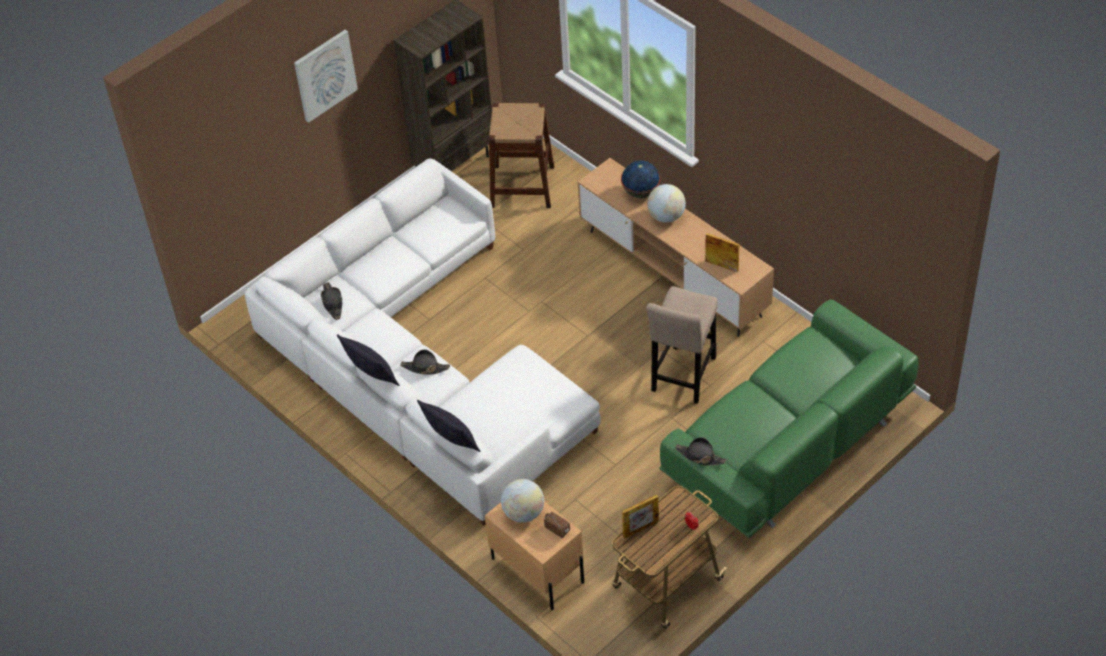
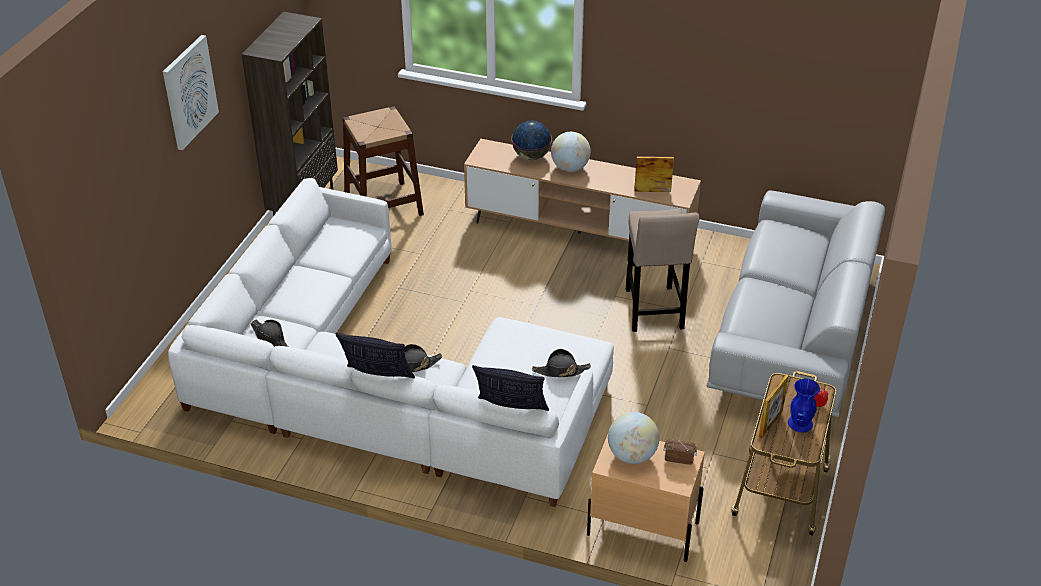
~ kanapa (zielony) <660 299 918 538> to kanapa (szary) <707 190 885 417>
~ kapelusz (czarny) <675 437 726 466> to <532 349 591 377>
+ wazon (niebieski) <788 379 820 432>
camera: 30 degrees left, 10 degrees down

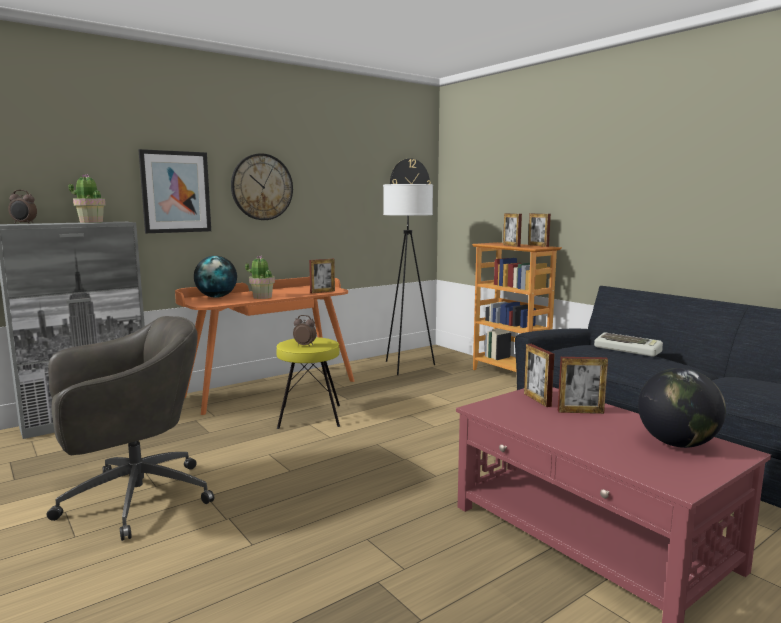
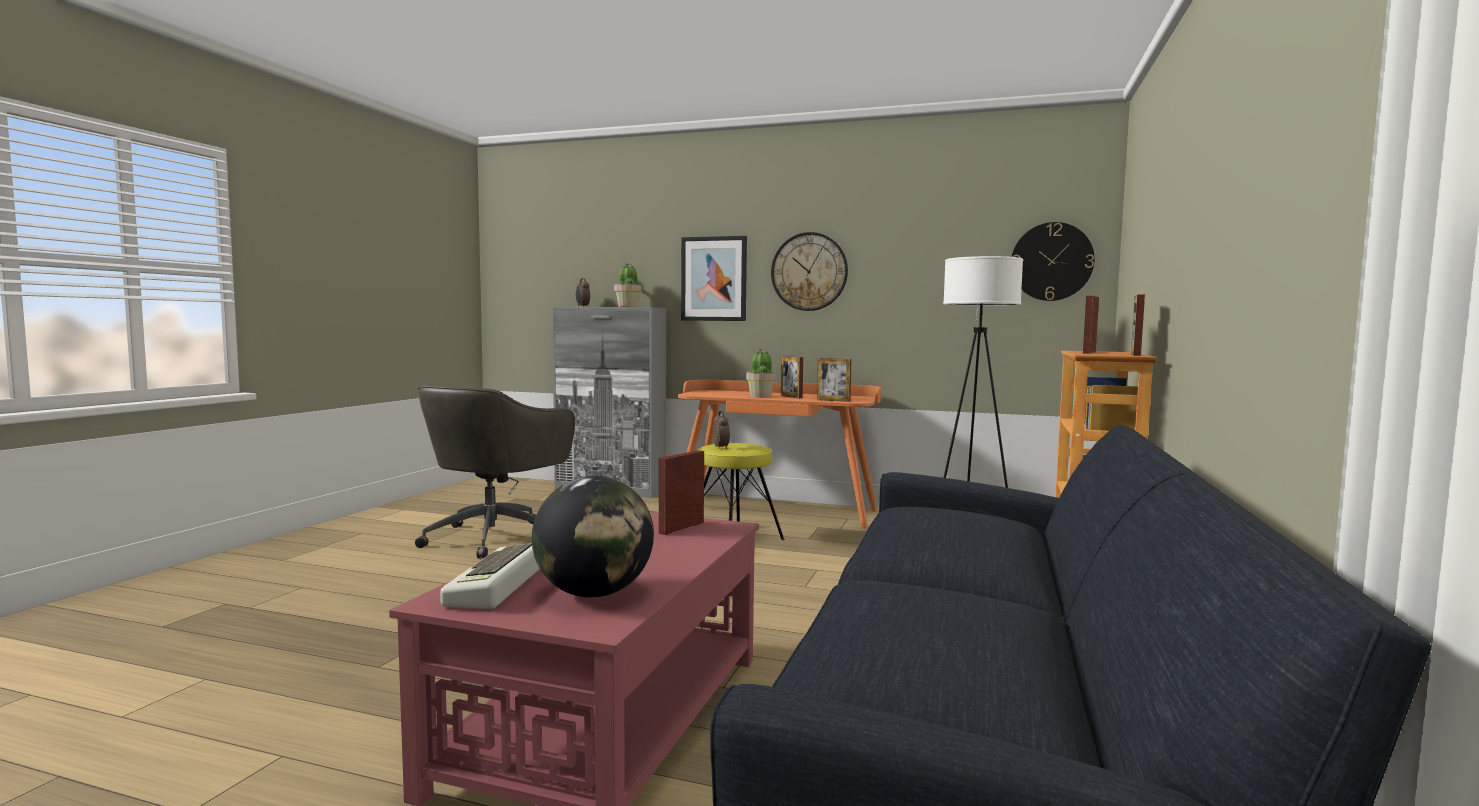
~ krzesło biurowe (szary) <47 316 214 541> = <415 385 575 559> 90 degrees clockwise
- globus <194 256 237 298>
~ ramka na zdjęcie <558 357 608 414> to <781 356 803 399>
~ klawiatura <594 332 663 357> to <440 543 540 609>
camera: 55 degrees right, 5 degrees down

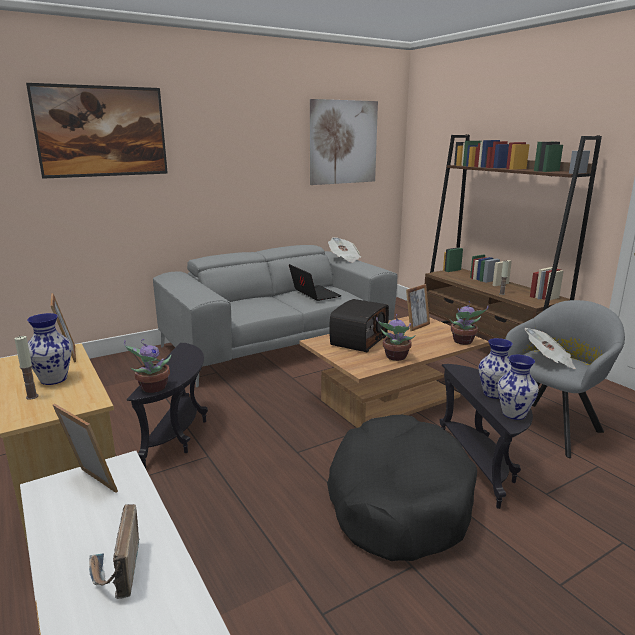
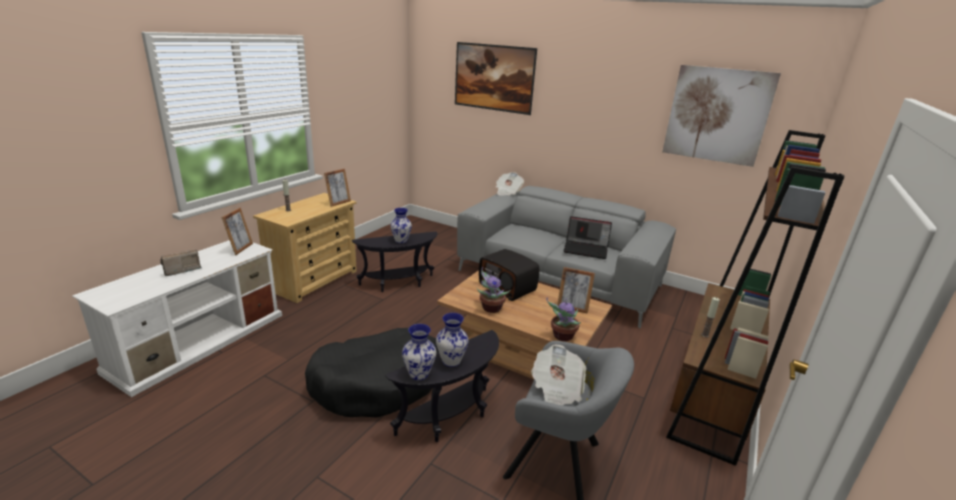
~ wazon <27 313 72 385> to <390 208 412 243>
- roślina doniczkowa <124 339 171 393>
~ laptop <289 264 341 301> = <563 216 612 259> 75 degrees clockwise
~ gazeta <328 237 361 262> to <496 172 524 196>
~ radio <329 299 389 352> = <479 249 539 301> 45 degrees clockwise
camera: 60 degrees right, 5 degrees up

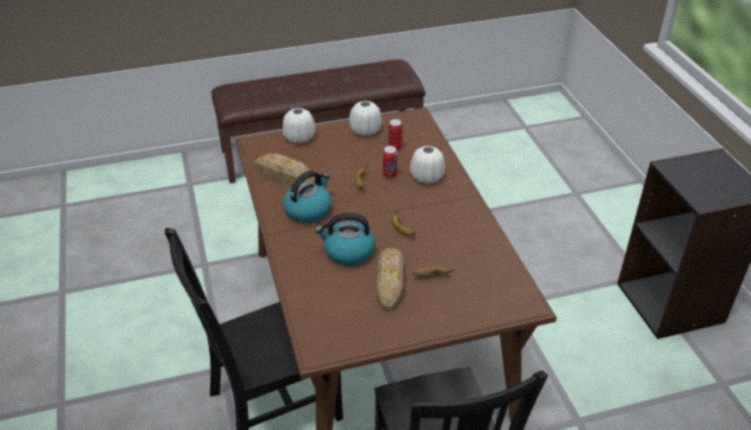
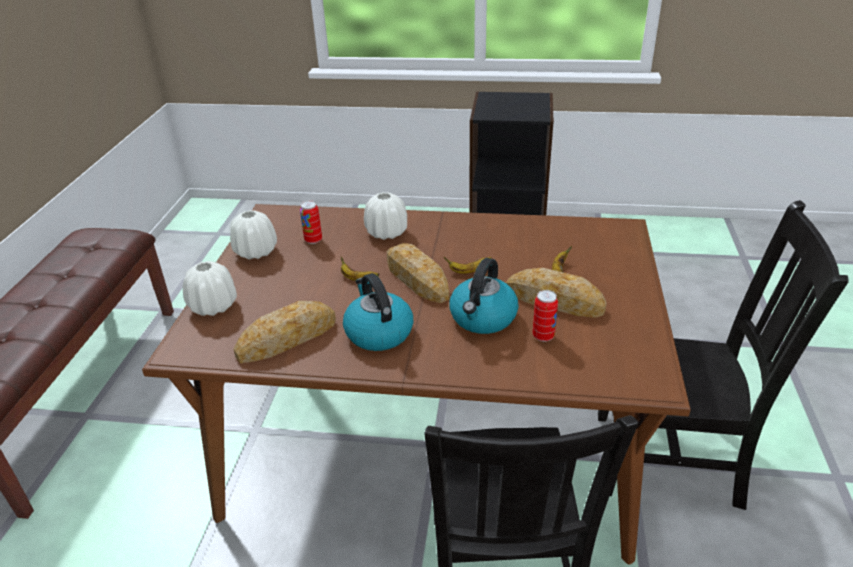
~ puszka <383 146 397 179> to <533 290 558 342>
+ chleb <387 243 449 303>
camera: 65 degrees left, 5 degrees down

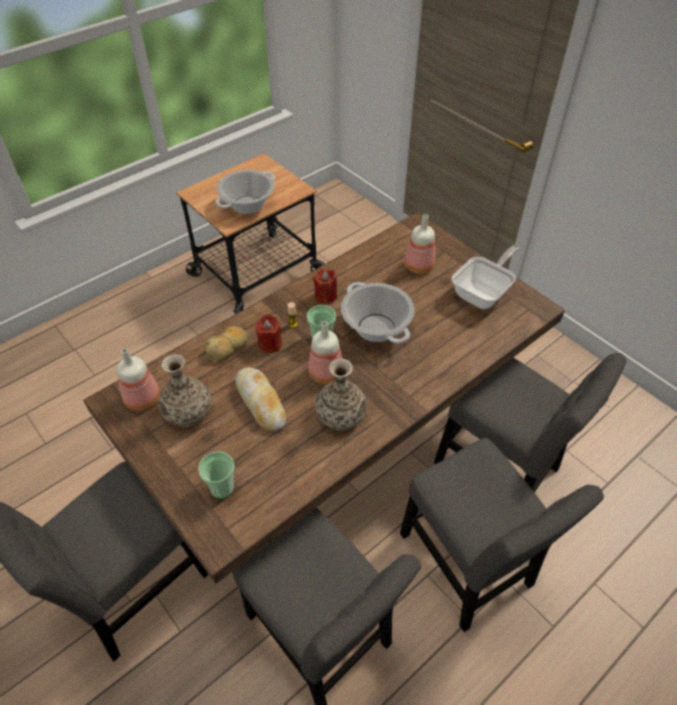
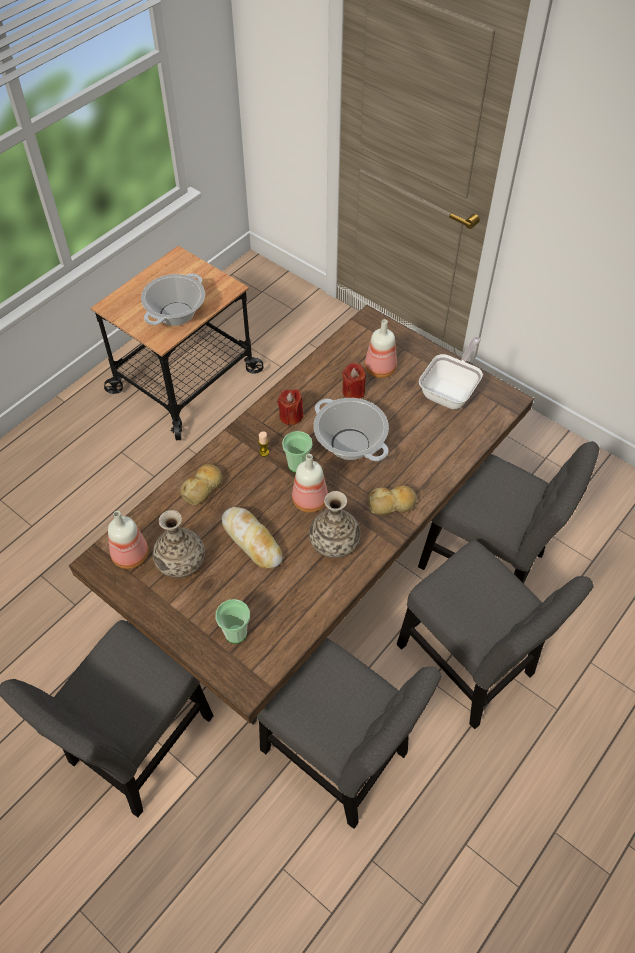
~ świeca (czerwony) <255 314 282 353> to <342 363 366 398>
+ chleb <368 485 417 515>
camera: 10 degrees left, 5 degrees up

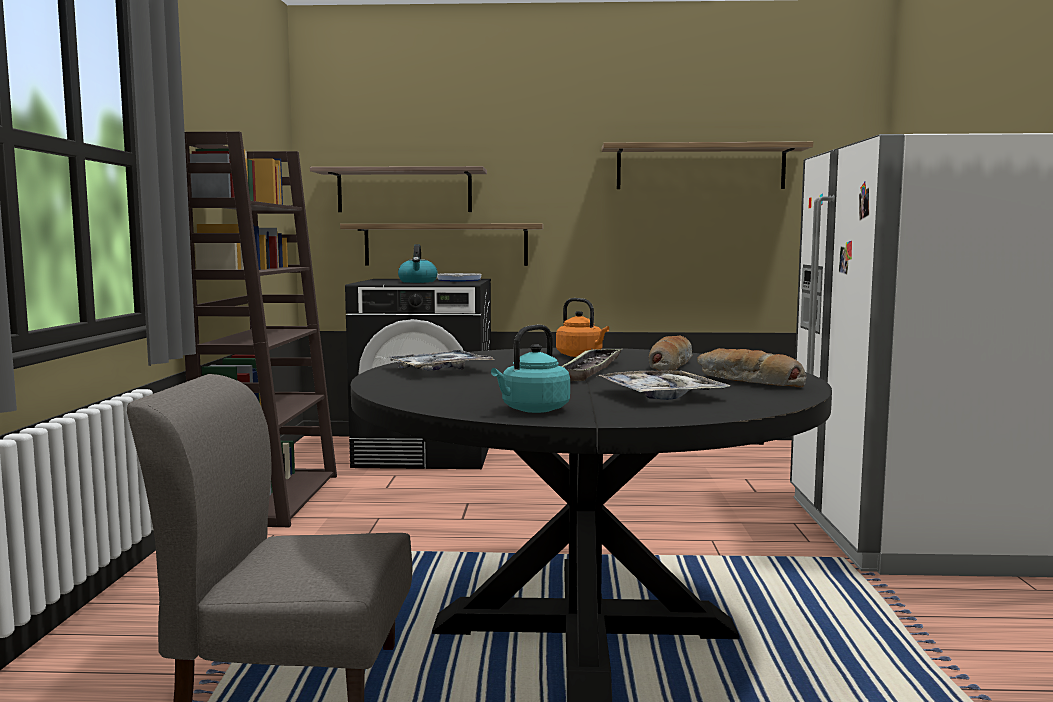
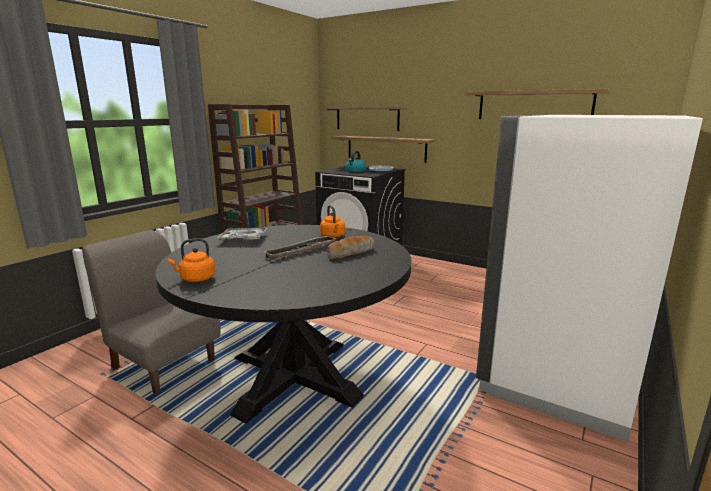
~ czajnik (turkusowy) <491 325 570 413> to czajnik (pomarańczowy) <168 238 215 282>
- taca <596 370 731 400>
- chleb <697 348 806 387>
camera: 30 degrees right, 10 degrees up

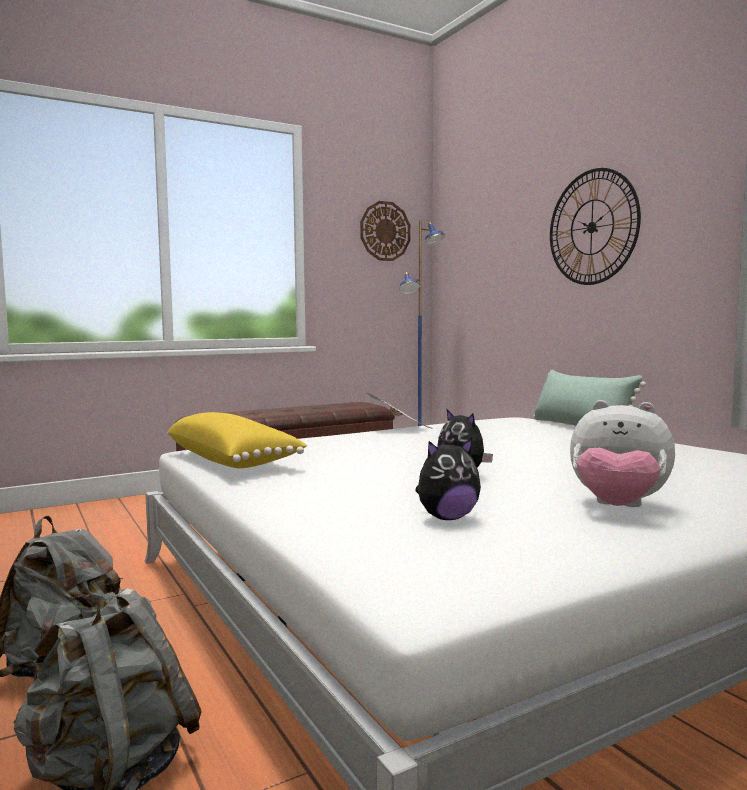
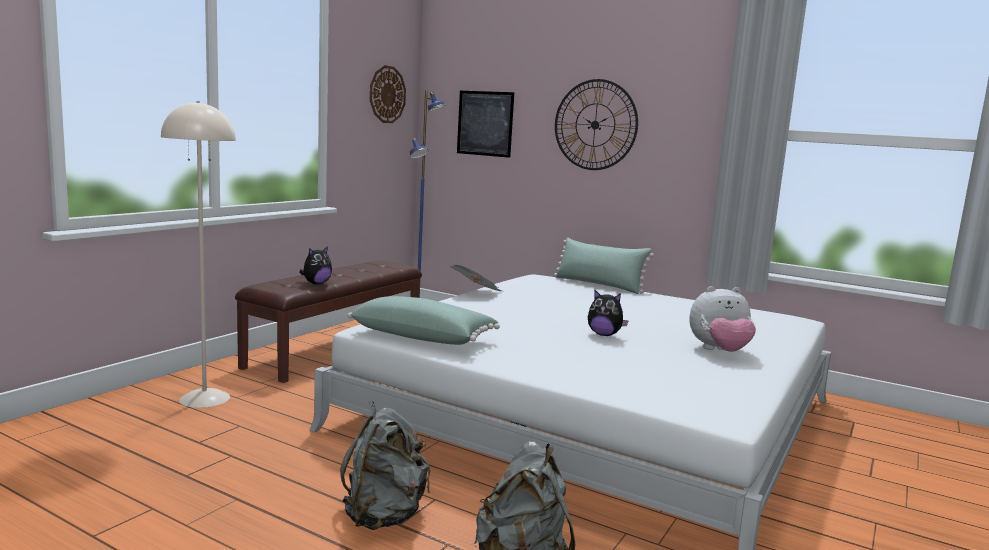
~ poduszka (żółty) <167 412 307 468> to poduszka (zielony) <347 296 500 345>
~ pluszak <415 438 481 520> to <299 246 332 284>
+ lampa stojąca (beżowy) <161 101 236 408>
+ obraz <457 91 514 158>
camera: 30 degrees left, 5 degrees up

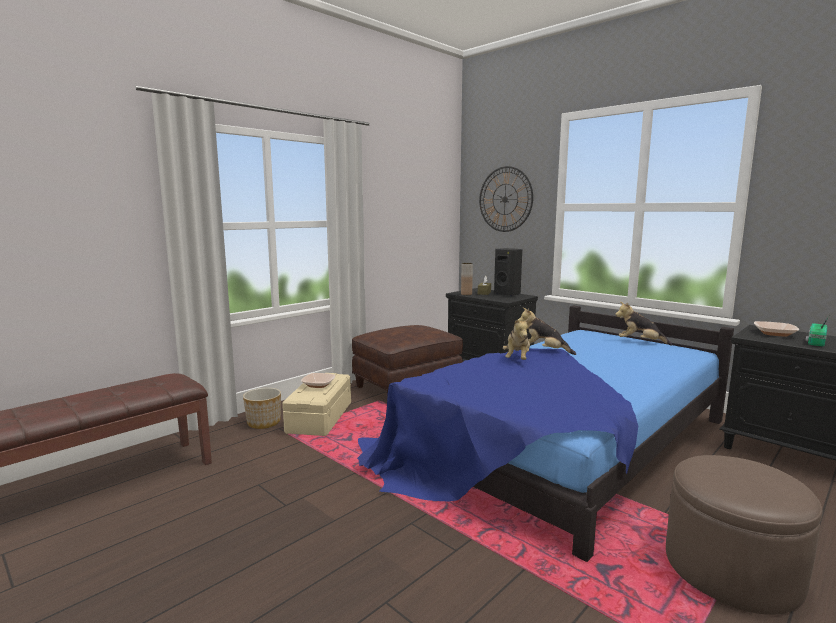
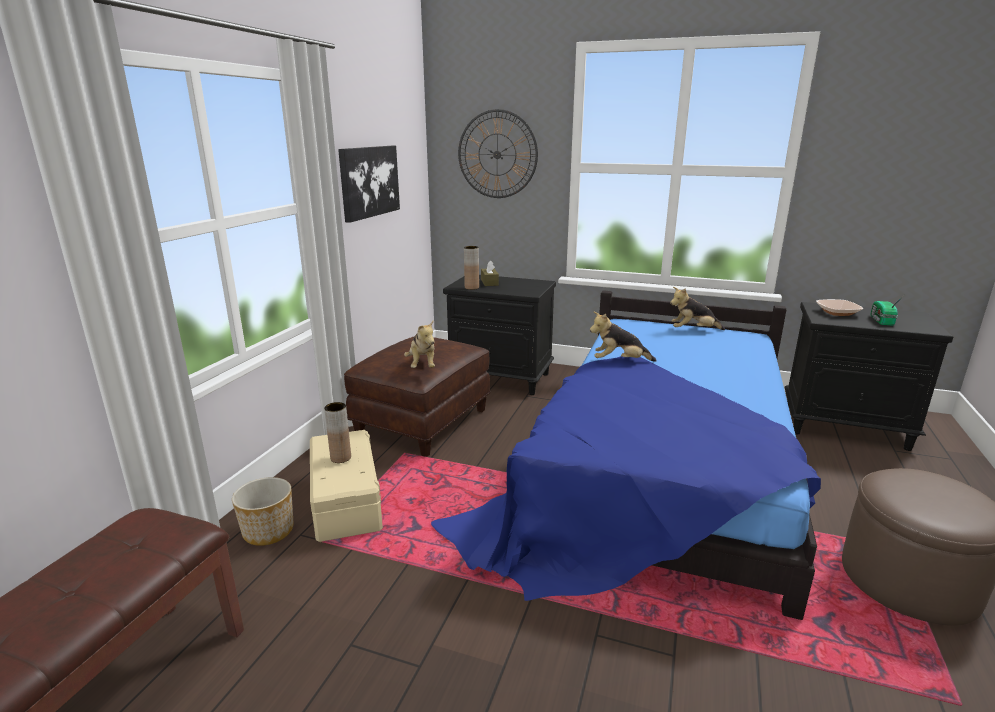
~ miska <301 373 335 388> to wazon (brązowy) <324 402 351 463>
- głośnik (czarny) <494 248 522 296>
~ pluszak <503 318 530 360> to <404 321 435 368>
+ obraz <338 145 400 223>
camera: 25 degrees left, 10 degrees up

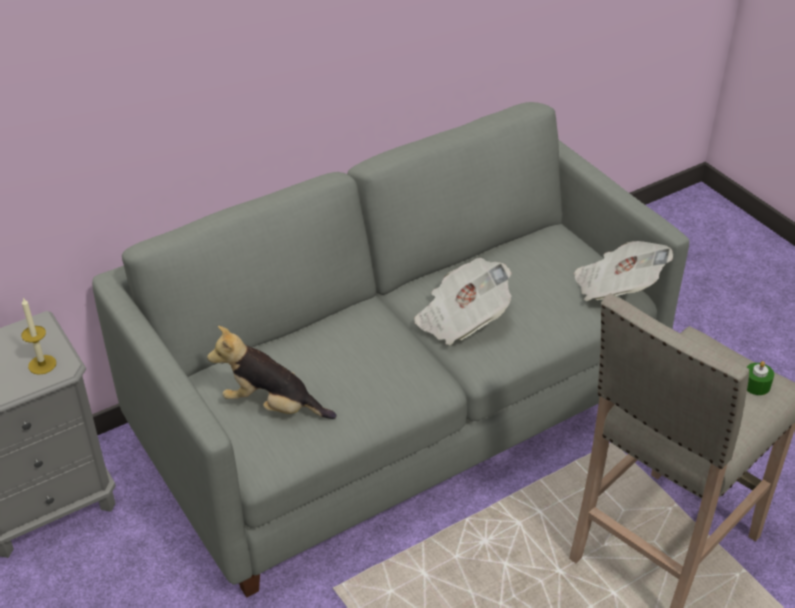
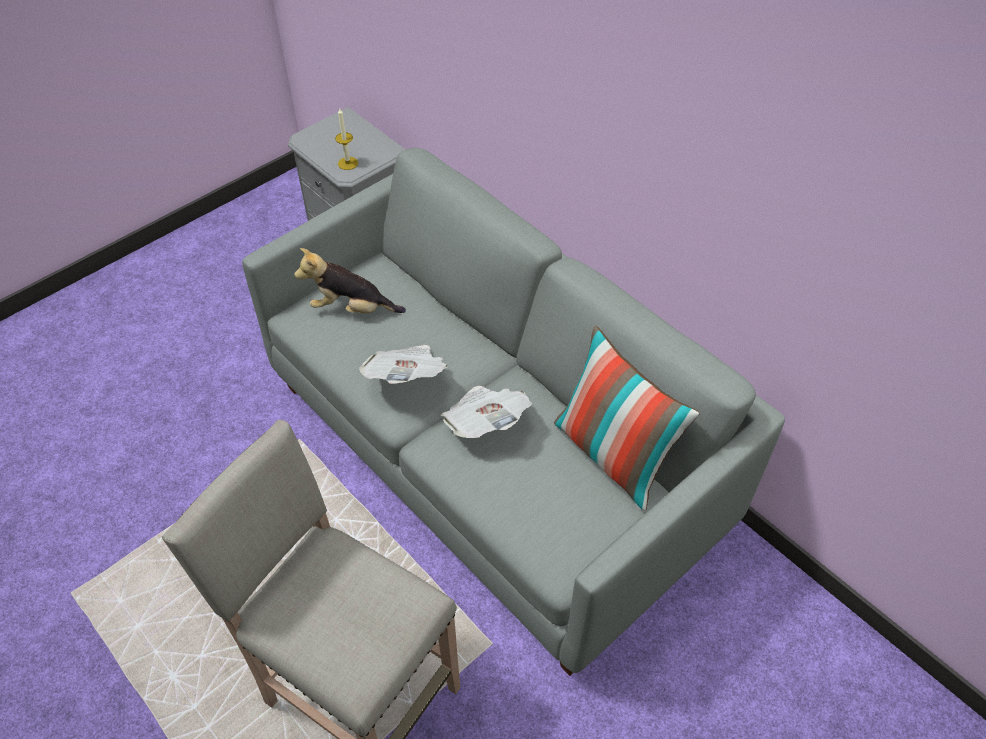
~ pluszak <207 326 337 419> = <294 248 406 313> 90 degrees counterclockwise
~ gazeta <574 241 673 301> to <359 345 448 384>
- świeca (zielony) <747 361 774 395>
+ poduszka <554 326 699 511>
camera: 80 degrees right, 10 degrees up

